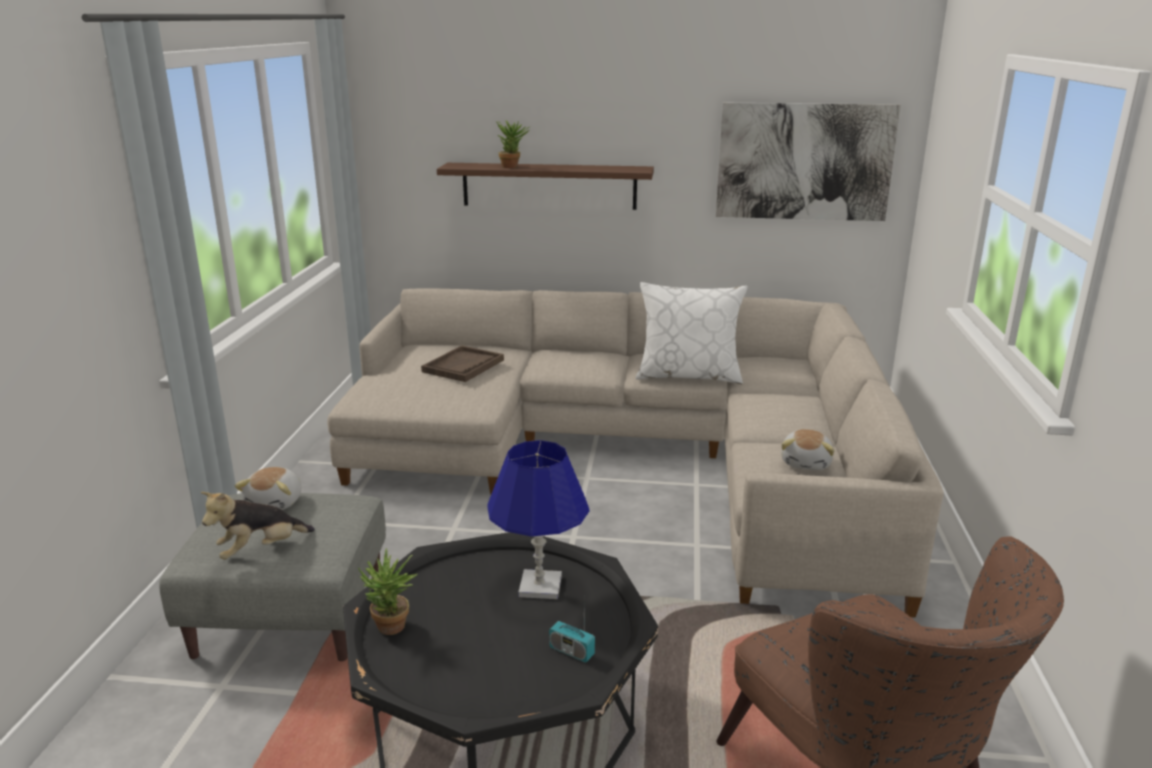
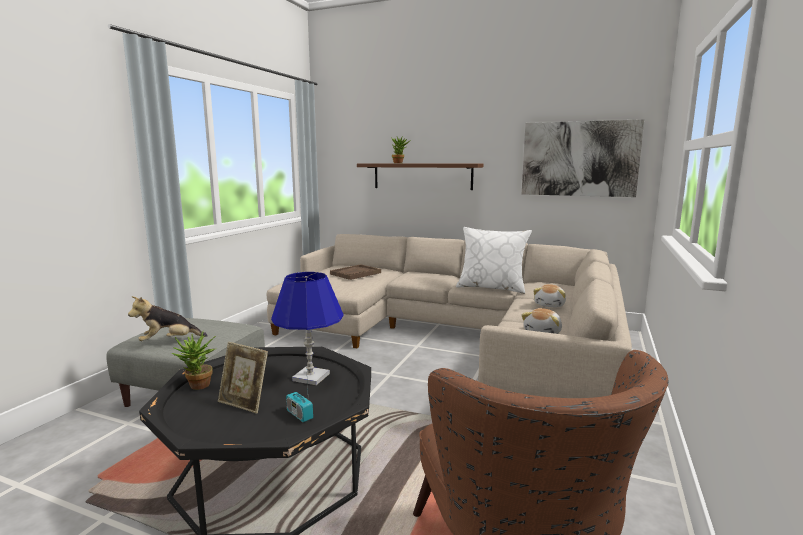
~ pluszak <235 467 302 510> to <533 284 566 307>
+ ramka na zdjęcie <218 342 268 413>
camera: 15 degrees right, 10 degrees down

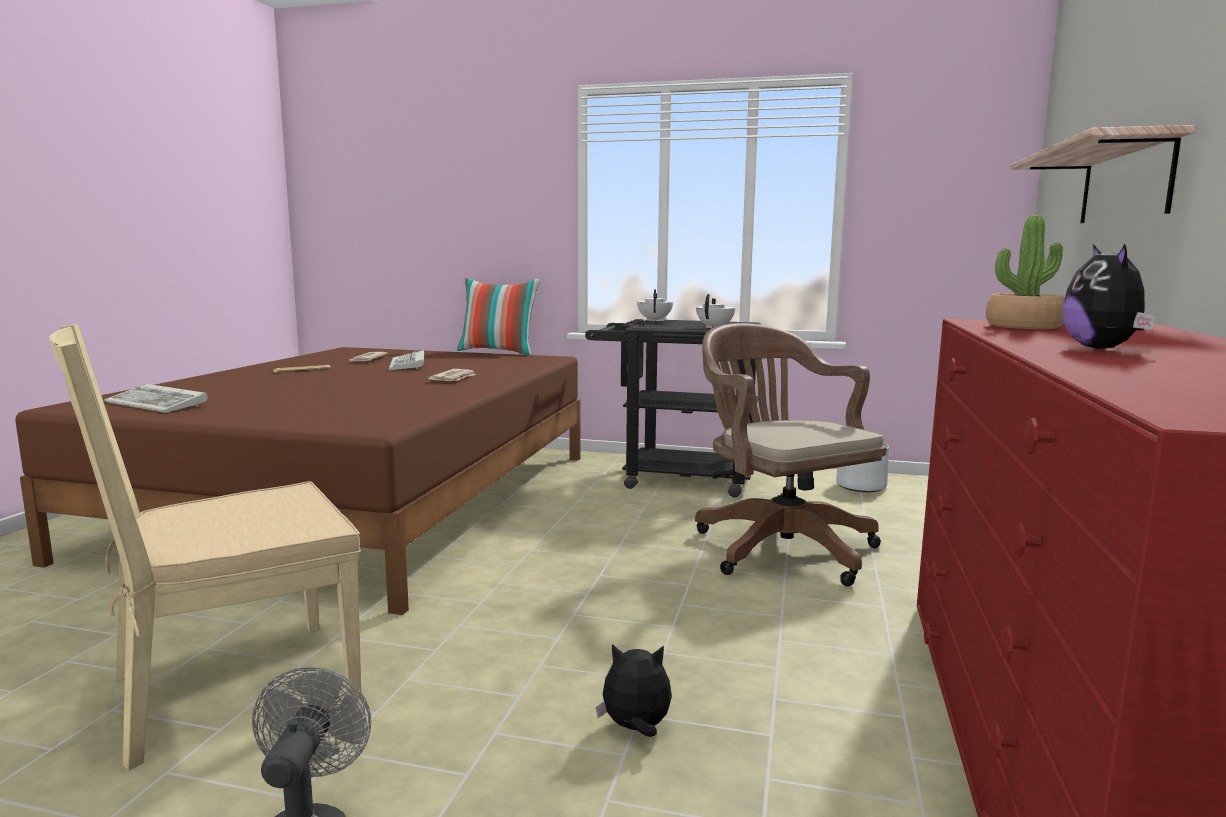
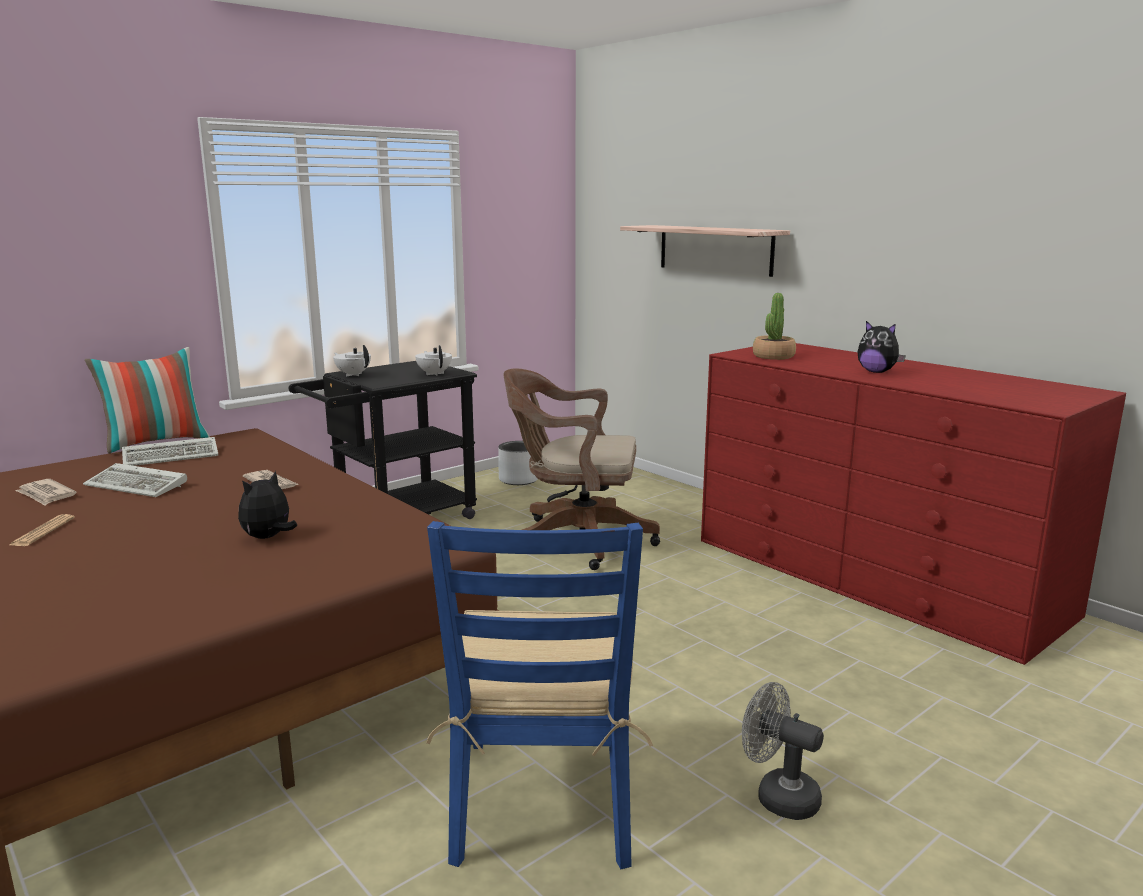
~ krzesło (beżowy) <49 324 362 770> to krzesło (niebieski) <426 521 653 869>
~ klawiatura <104 384 208 413> to <122 437 218 466>
~ pluszak <596 644 672 737> to <238 471 297 539>
camera: 55 degrees left, 5 degrees up

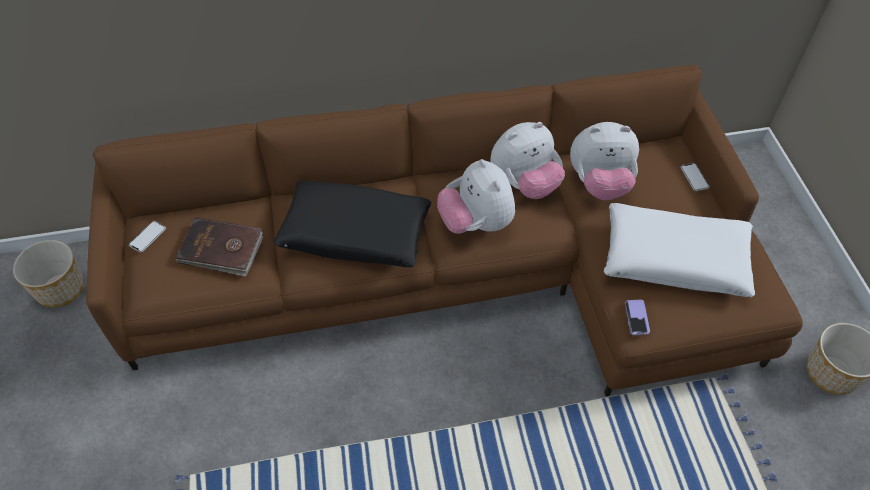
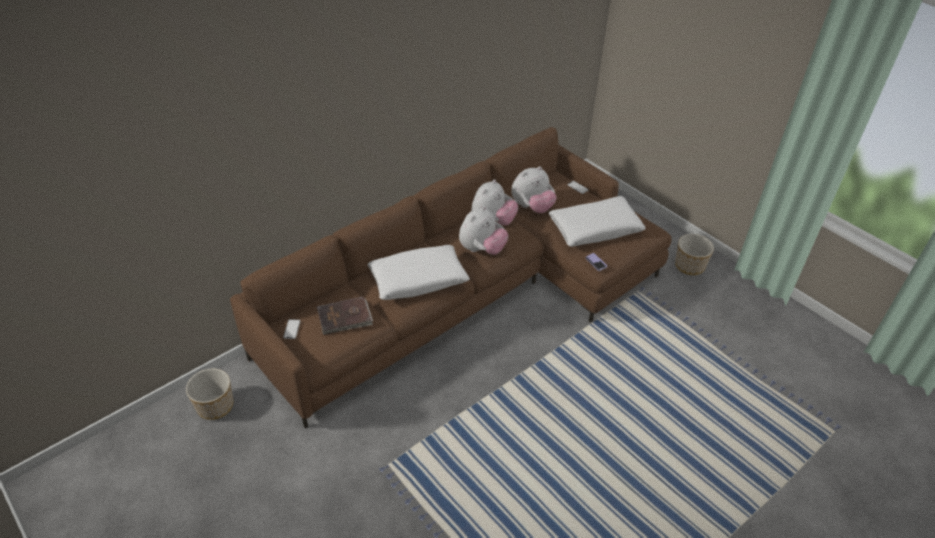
~ poduszka (czarny) <273 180 431 267> to poduszka (biały) <367 245 470 300>
~ pluszak <437 159 515 234> = <459 206 508 255> 90 degrees counterclockwise
camera: 30 degrees left, 10 degrees down

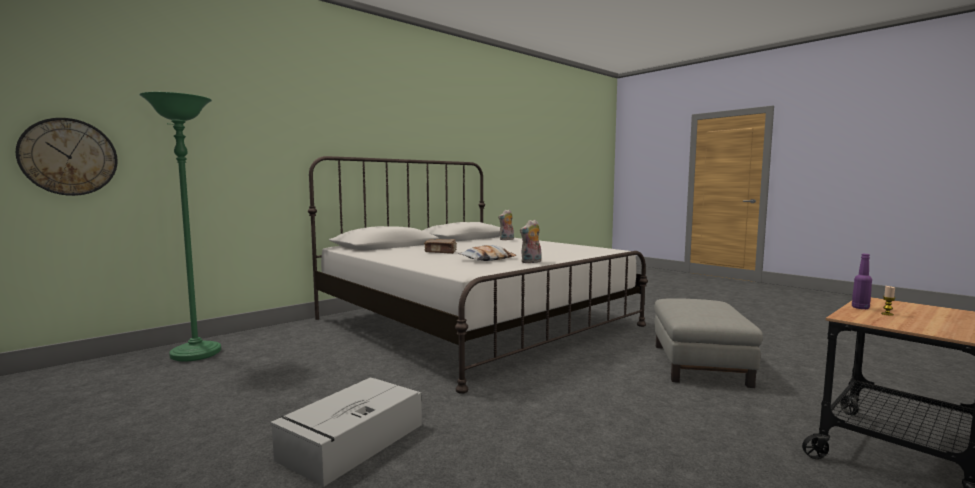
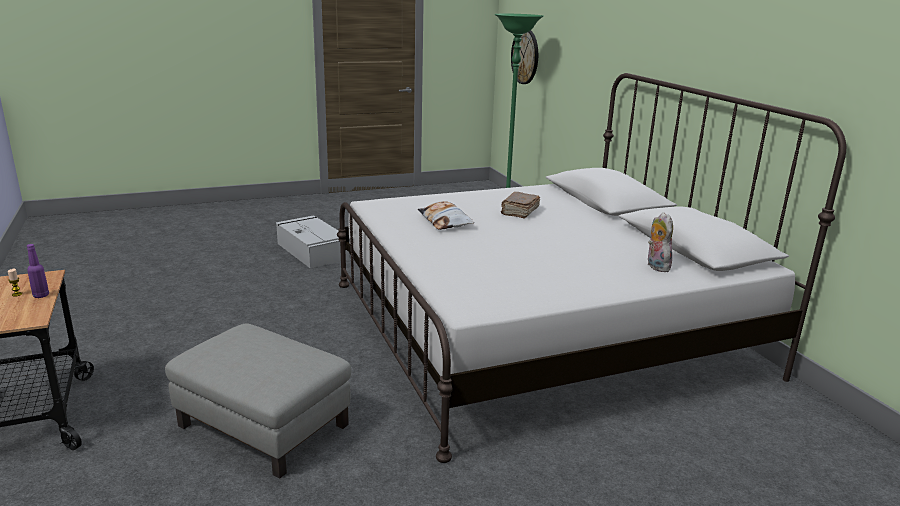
- pluszak <520 220 541 263>
camera: 110 degrees right, 15 degrees up

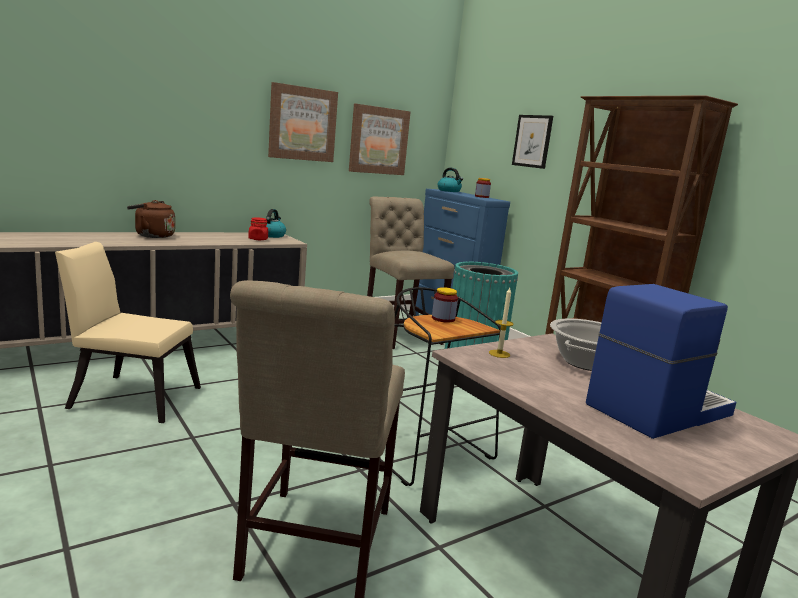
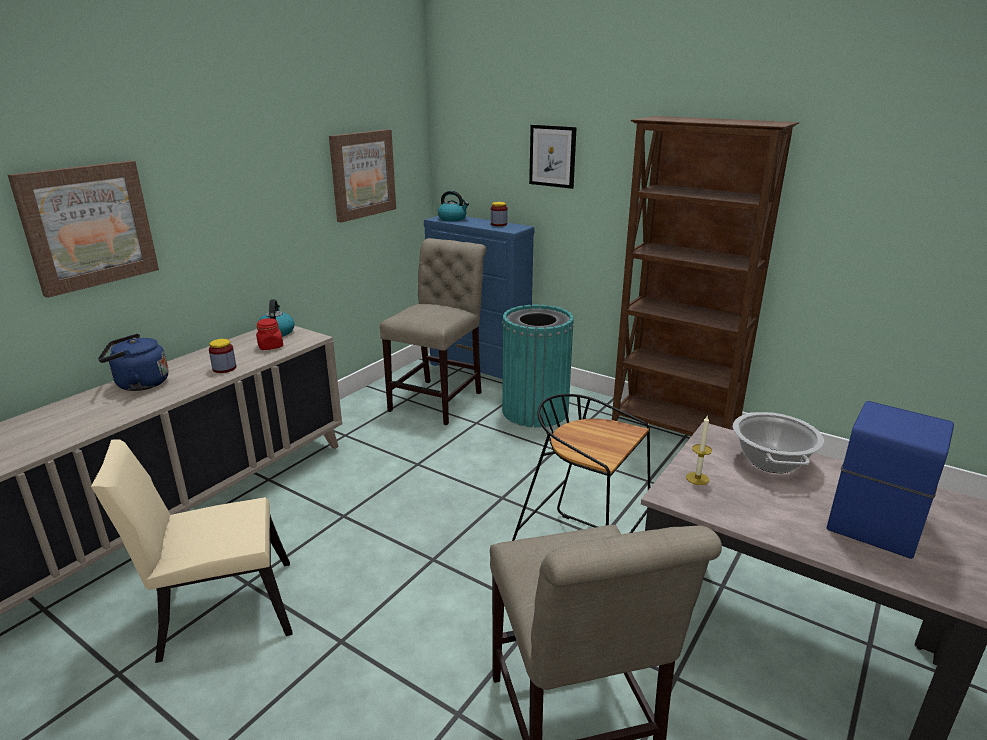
~ czajnik (brązowy) <127 200 175 238> to czajnik (niebieski) <98 334 169 391>
~ obraz <268 82 338 162> to <8 161 159 298>
~ krzesło (beżowy) <367 196 454 349> = <380 238 486 425> 75 degrees clockwise
~ słoik <432 287 458 323> to <209 339 236 373>
camera: 20 degrees left, 10 degrees up

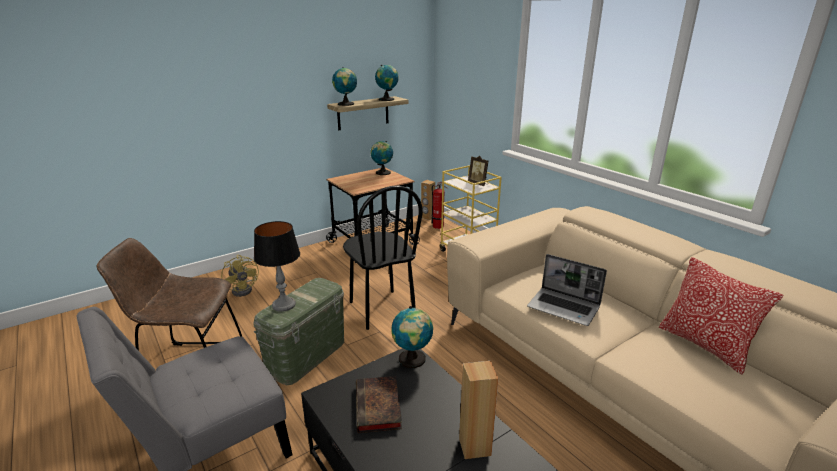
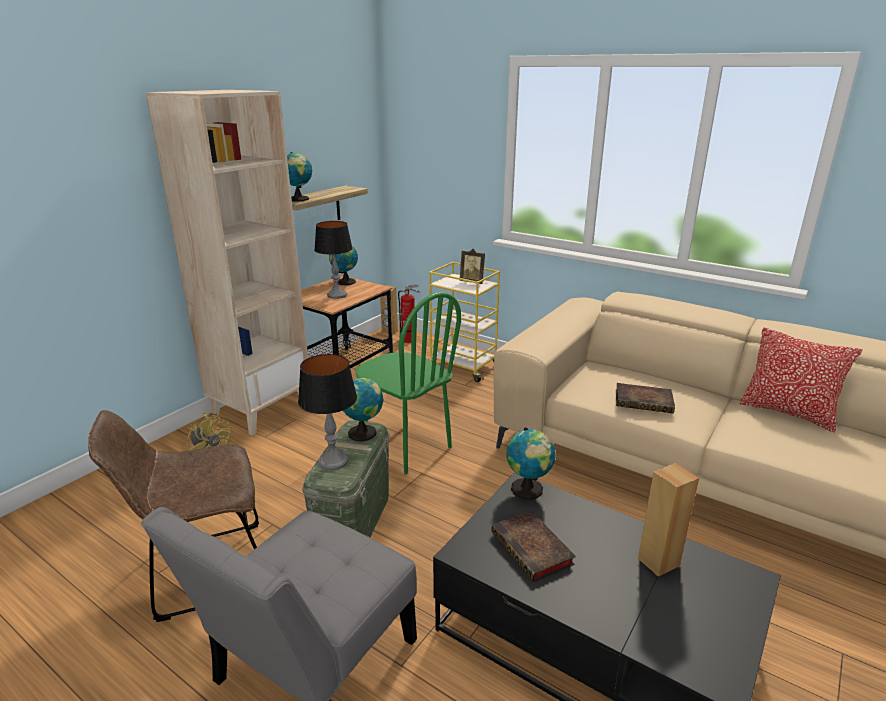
~ krzesło (czarny) <343 186 423 330> to krzesło (zielony) <356 292 461 475>
~ globus <375 65 399 101> to <343 378 383 442>
~ laptop <527 254 607 326> to książka <616 383 675 414>
+ regał (beżowy) <146 90 308 436>
+ lampa stołowa <314 221 353 299>
camera: 20 degrees left, 0 degrees up

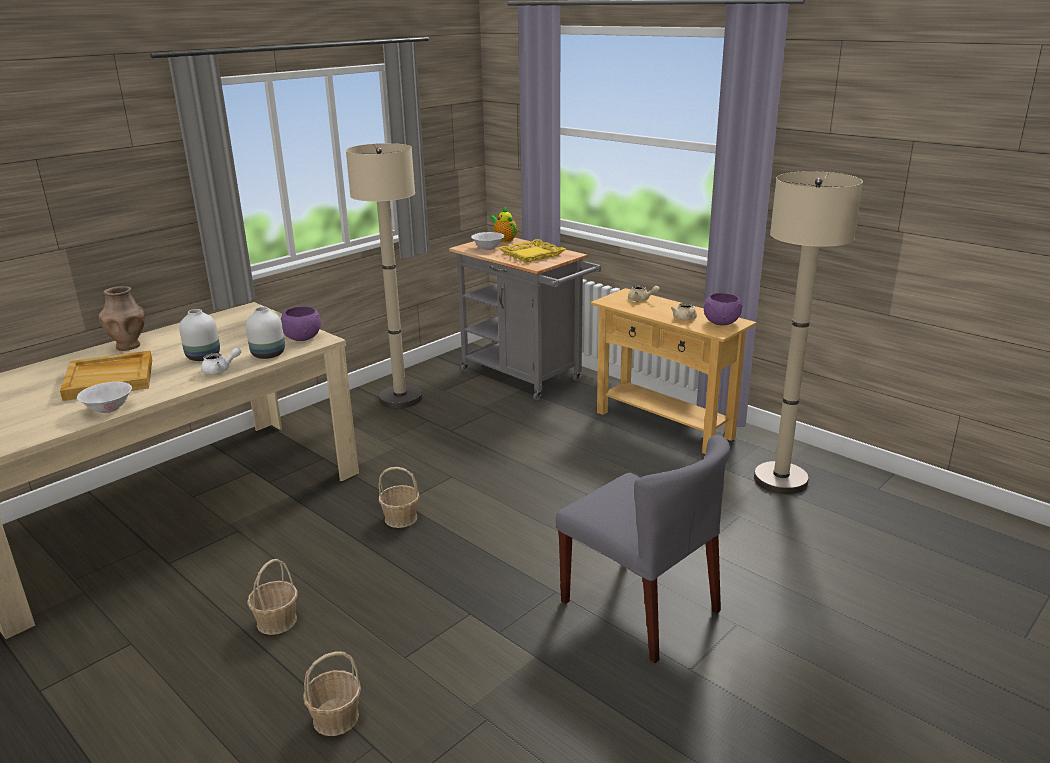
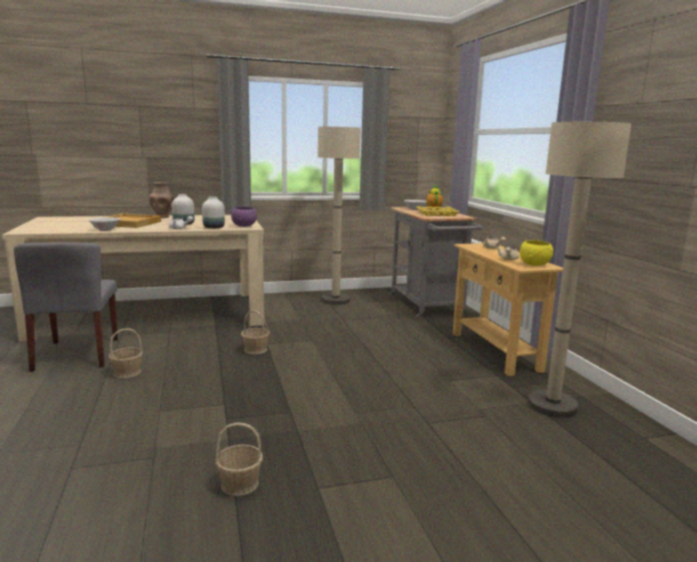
~ koszyk <303 651 361 736> to <215 423 263 496>
~ krzesło (szary) <556 435 730 663> to <14 242 118 372>
~ miska (fioletowy) <704 293 742 325> to miska (żółty) <520 240 553 266>
camera: 30 degrees right, 10 degrees down

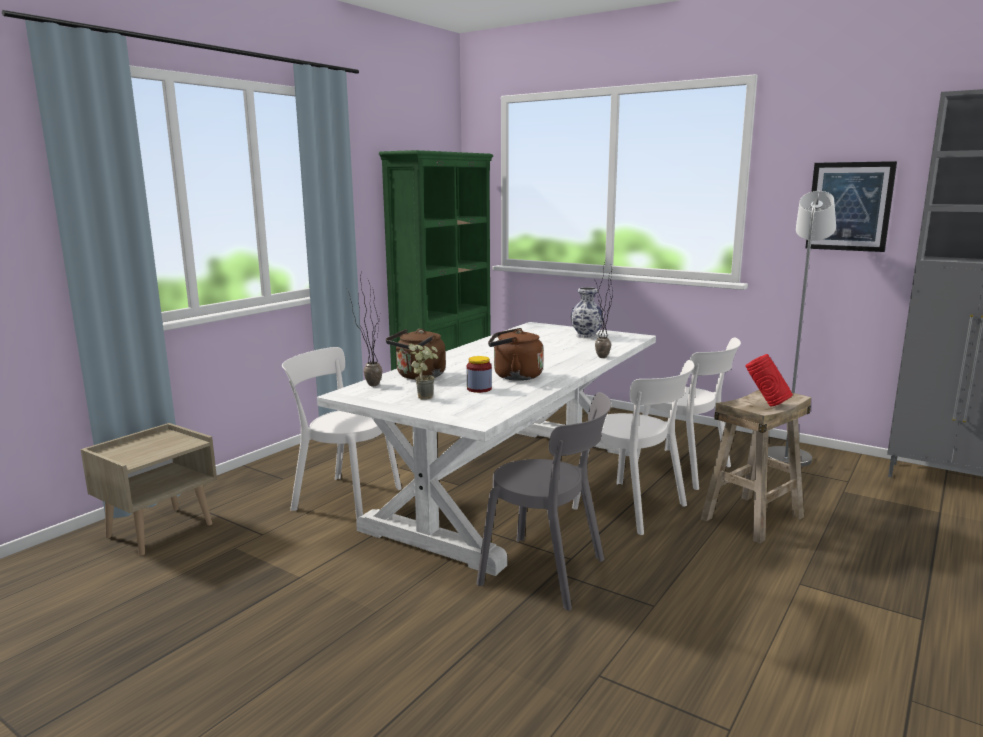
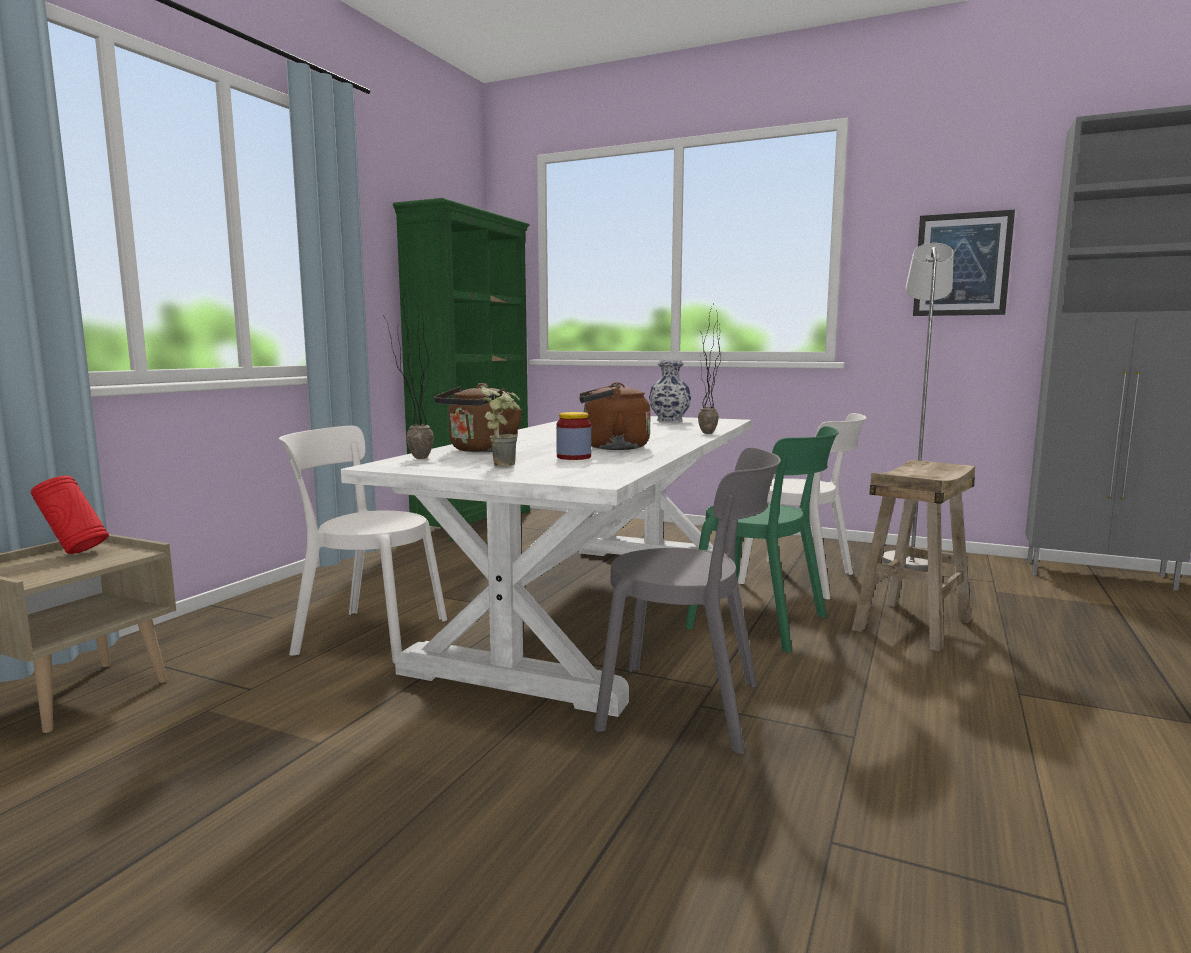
~ krzesło (biały) <572 360 694 535> to krzesło (zielony) <685 426 839 652>
~ wazon (czerwony) <745 354 793 407> to <31 476 109 554>
camera: 10 degrees left, 5 degrees down

